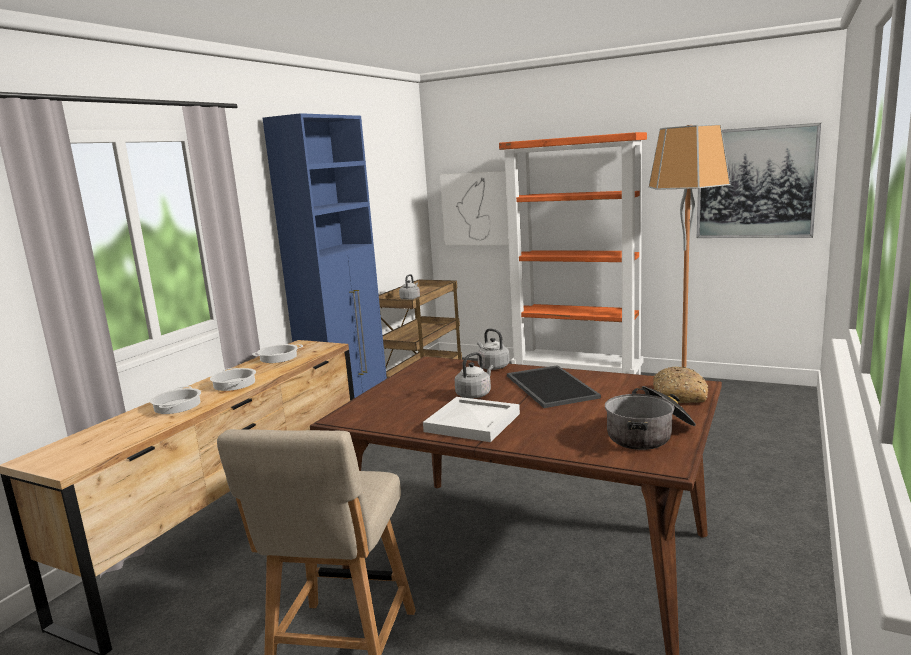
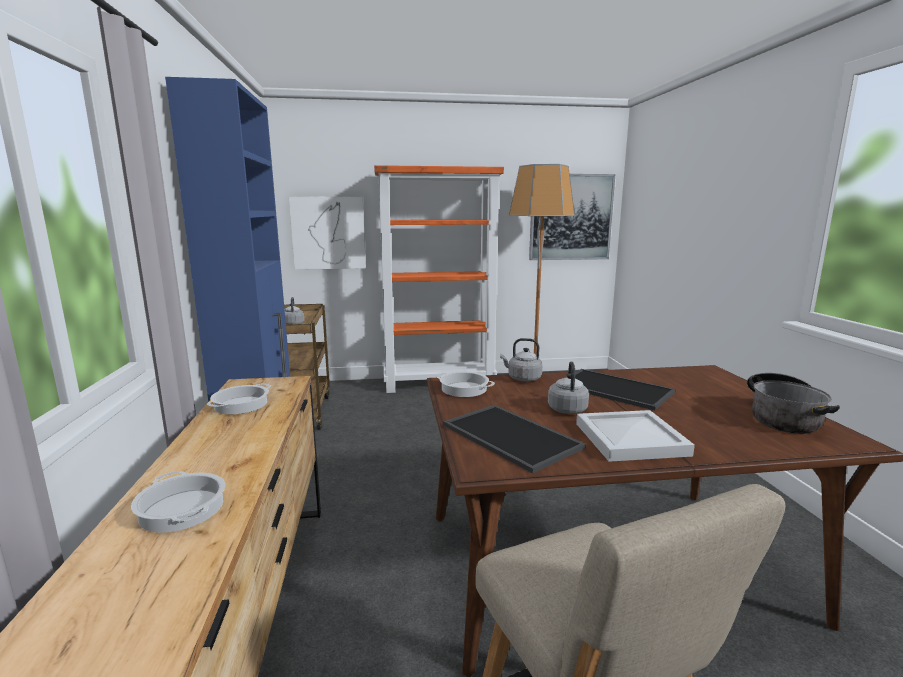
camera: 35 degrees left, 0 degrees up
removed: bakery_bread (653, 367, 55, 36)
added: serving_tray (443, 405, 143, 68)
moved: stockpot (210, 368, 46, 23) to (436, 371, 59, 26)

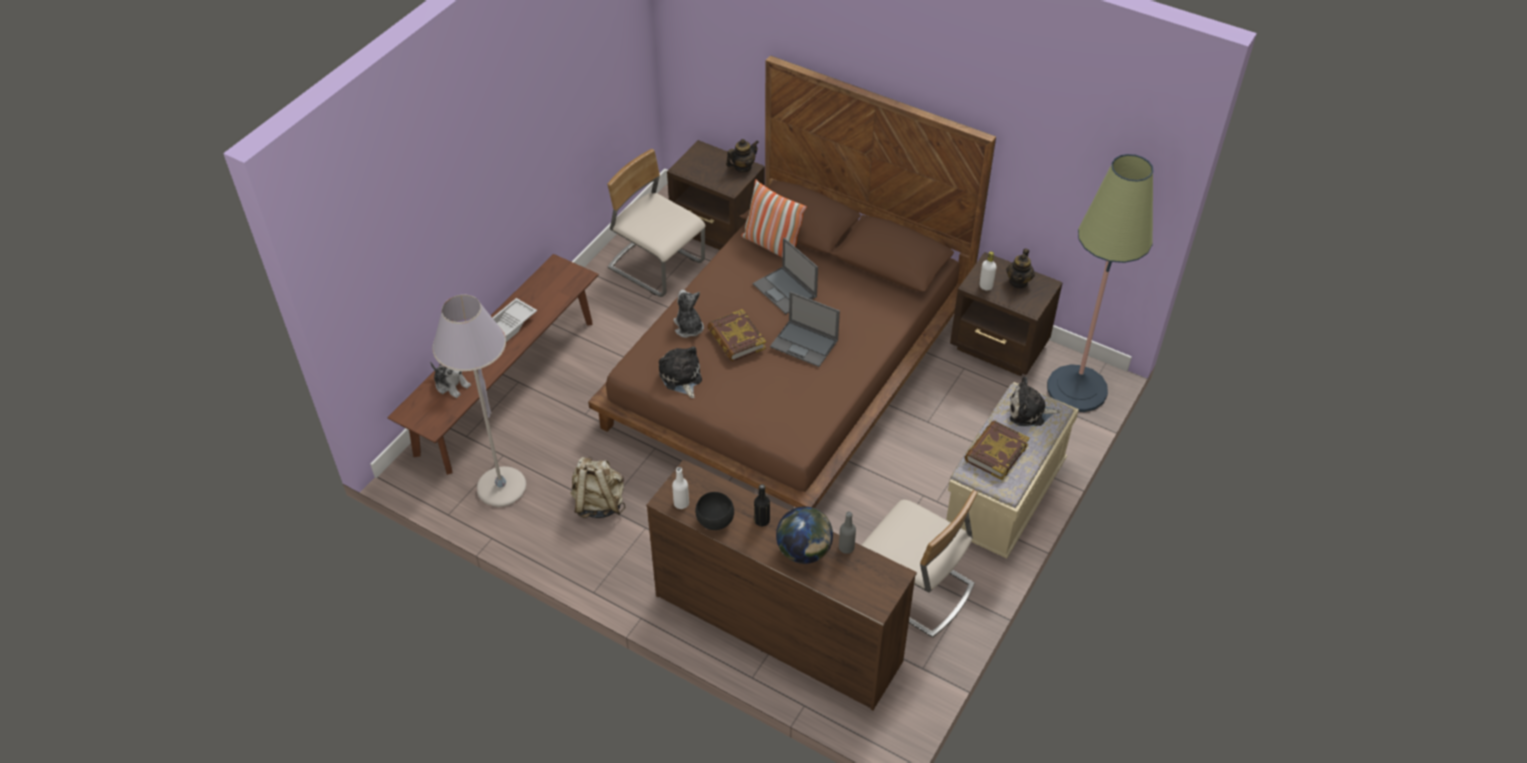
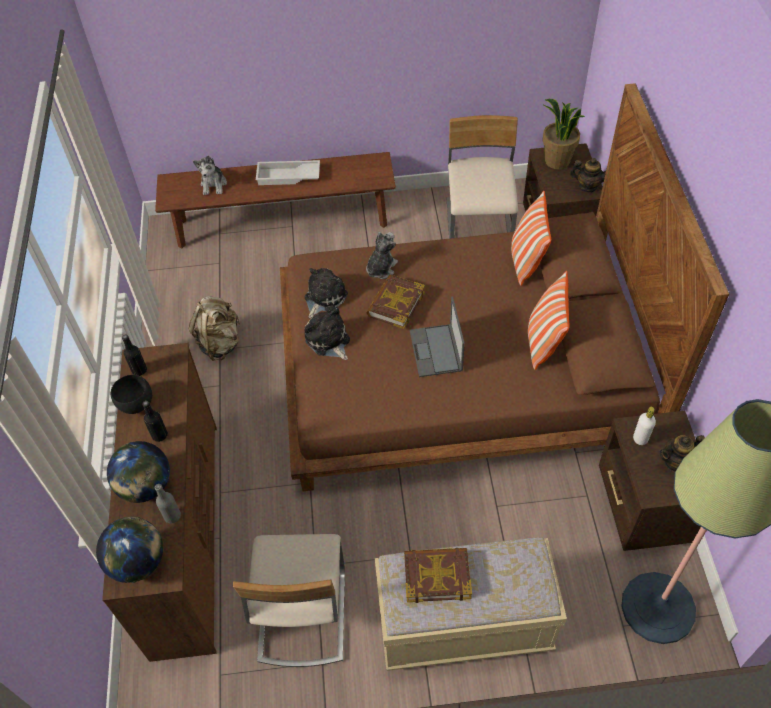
camera: 55 degrees right, 5 degrees up
removed: greyish_standard_lamp (432, 295, 94, 212); notebook_computer (753, 238, 65, 76)
added: world_globe (96, 516, 67, 67); pillow (528, 271, 42, 99); plant_in_a_pot (542, 99, 43, 70)
moved: soft_toy (1010, 377, 50, 49) to (304, 308, 46, 52)
recoloured: white-coloured_drink_bottle (672, 467, 17, 42) to black-coloured_drink_bottle (122, 335, 25, 41)

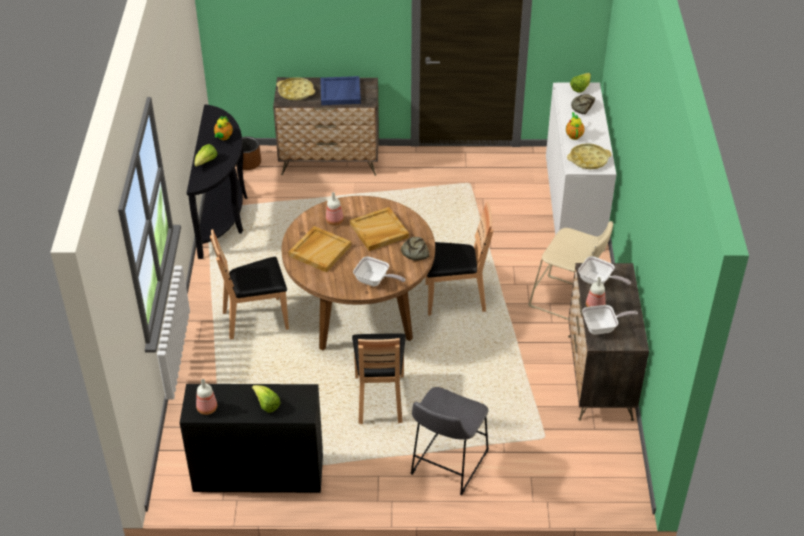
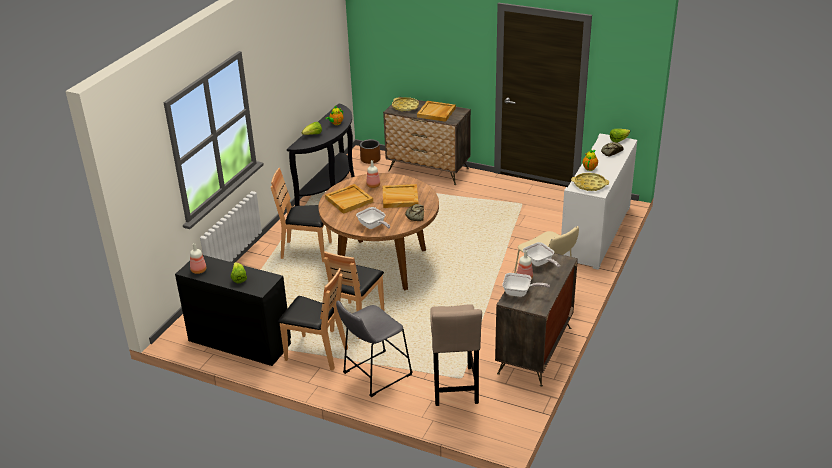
camera: 25 degrees right, 10 degrees down
added: beige_sitting_stool (430, 304, 52, 102)
moved: brownish_upright_chair (425, 202, 68, 113) to (278, 268, 70, 103)
recoloured: blue-coloured_serving_tray (320, 76, 41, 29) to beige_serving_tray (417, 101, 39, 21)

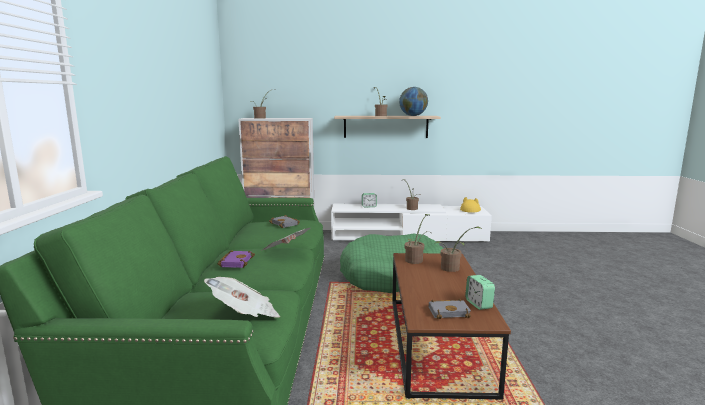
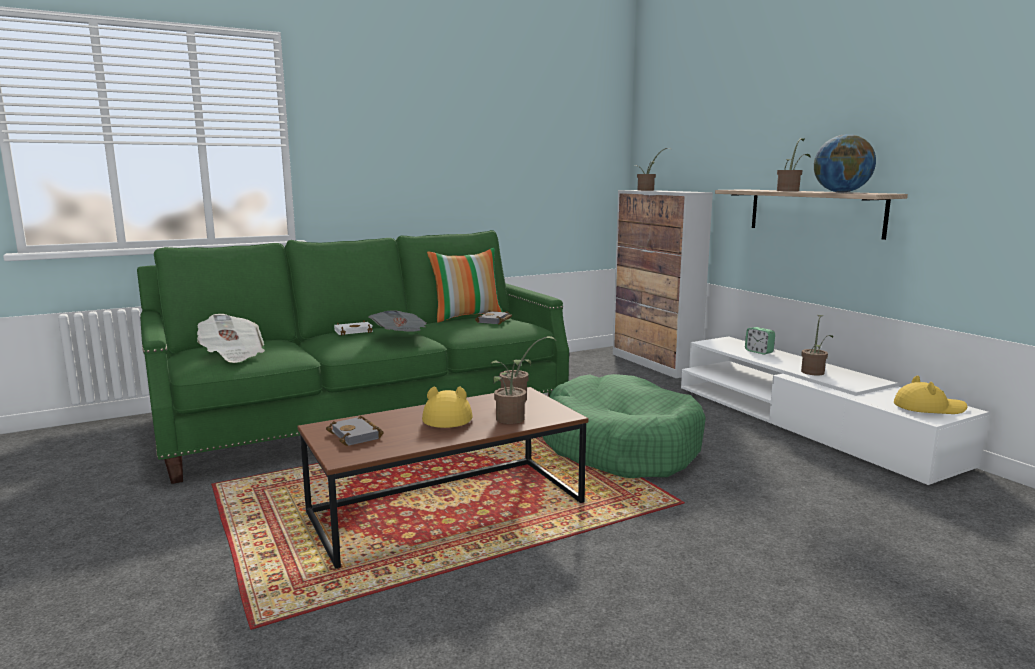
camera: 60 degrees right, 0 degrees up
removed: bedside_clock (465, 275, 30, 35)
added: yellow_wearable_hat (422, 386, 51, 42); pillow (427, 248, 76, 75)
recoloured: purplish_book (218, 250, 37, 18) to white-coloured_book (334, 321, 39, 15)

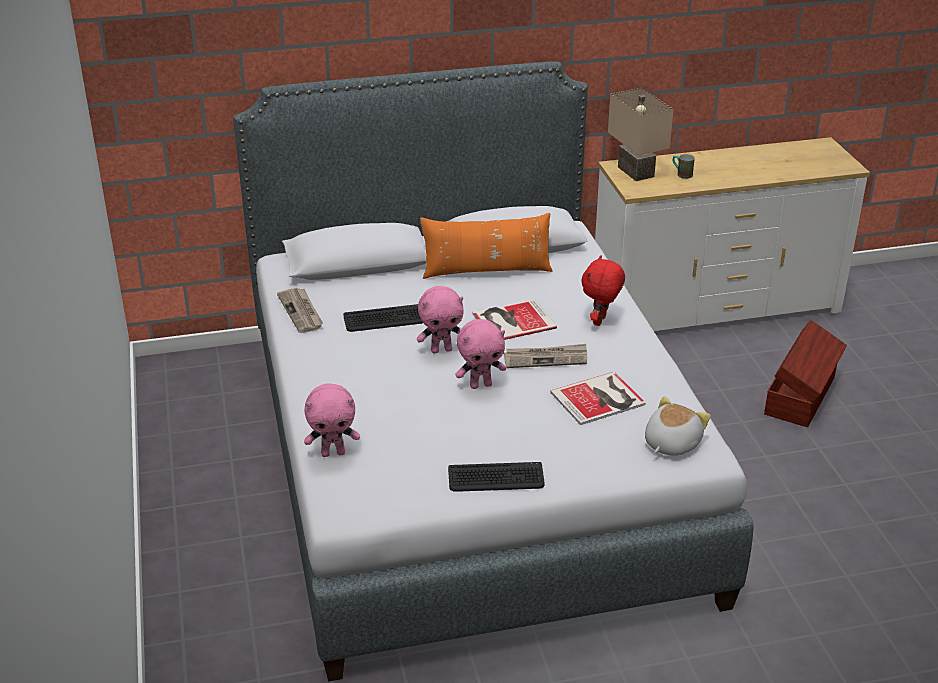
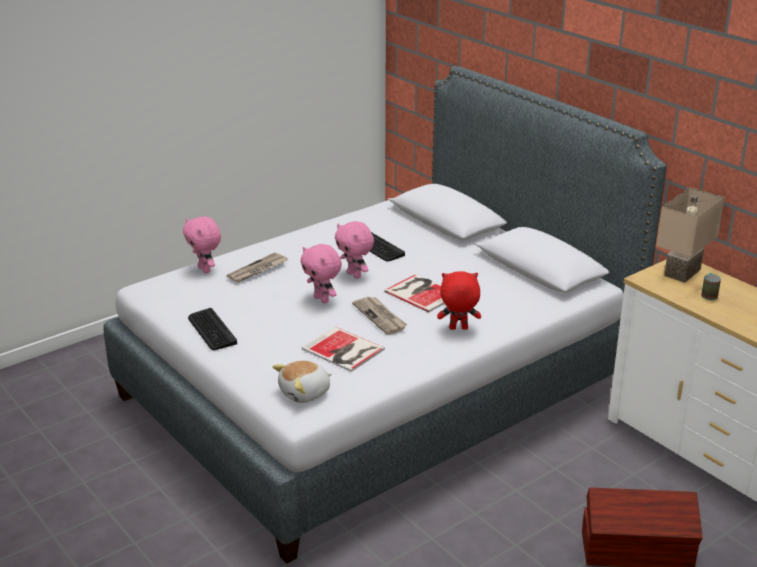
camera: 65 degrees right, 5 degrees down
removed: orange_pillow (420, 213, 132, 66)
moved: newspaper (277, 288, 46, 45) to (227, 253, 60, 30)
turned: soft_toy (645, 396, 66, 60) = (272, 360, 60, 43) 135 degrees clockwise

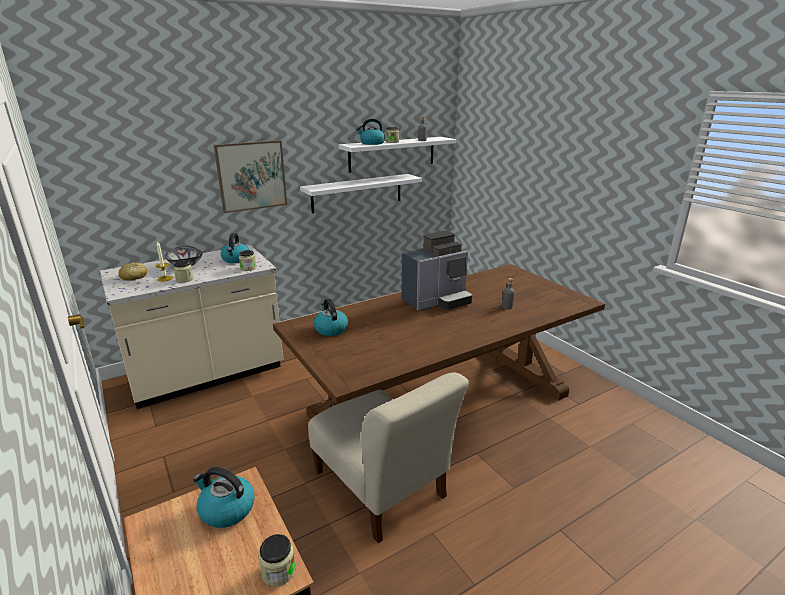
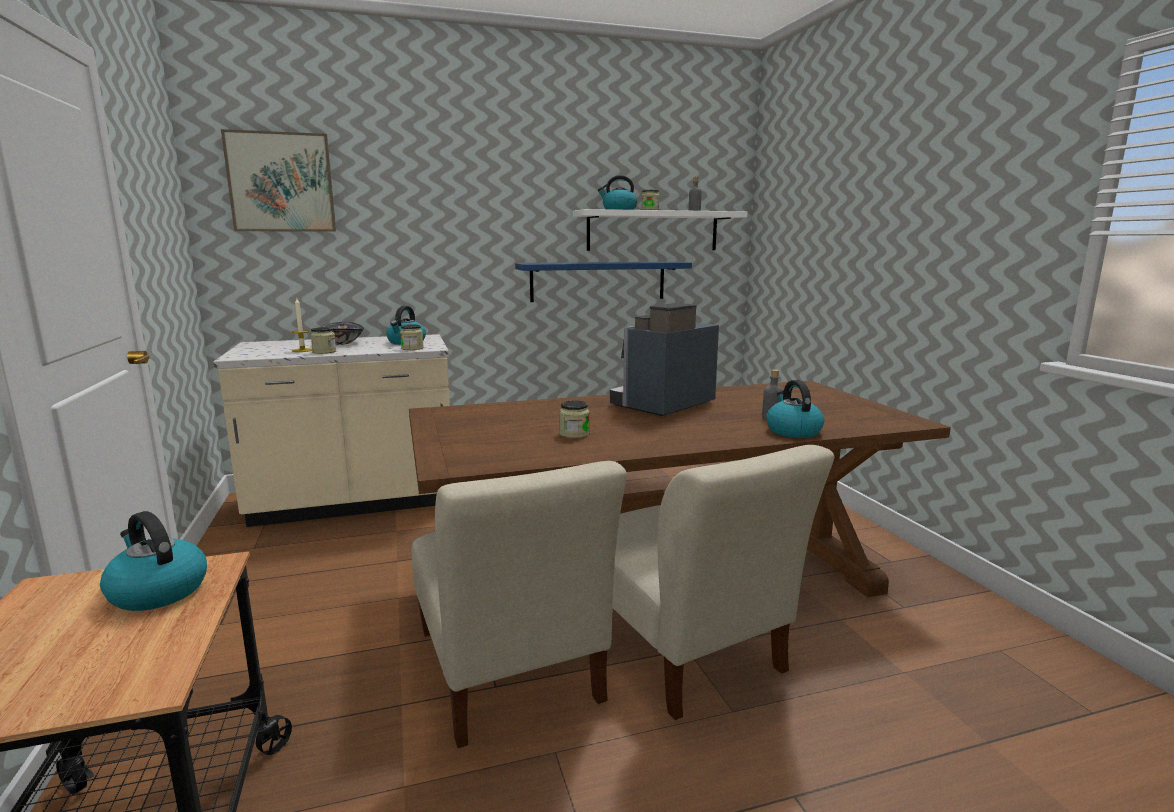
camera: 15 degrees right, 10 degrees down
removed: bakery_bread (119, 262, 28, 19)
added: beige_upright_chair (613, 445, 221, 275)
moved: wall_picture (214, 140, 73, 73) to (221, 129, 115, 103); storage_jar (259, 534, 37, 53) to (559, 400, 30, 38); tea_kettle (313, 298, 35, 38) to (766, 380, 58, 58)
recoloured: white-coloured_bracket_shelf (300, 174, 122, 39) to blue-coloured_bracket_shelf (515, 262, 177, 40)
turned: coffee_brewer (402, 230, 71, 81) = (610, 303, 109, 113) 150 degrees clockwise

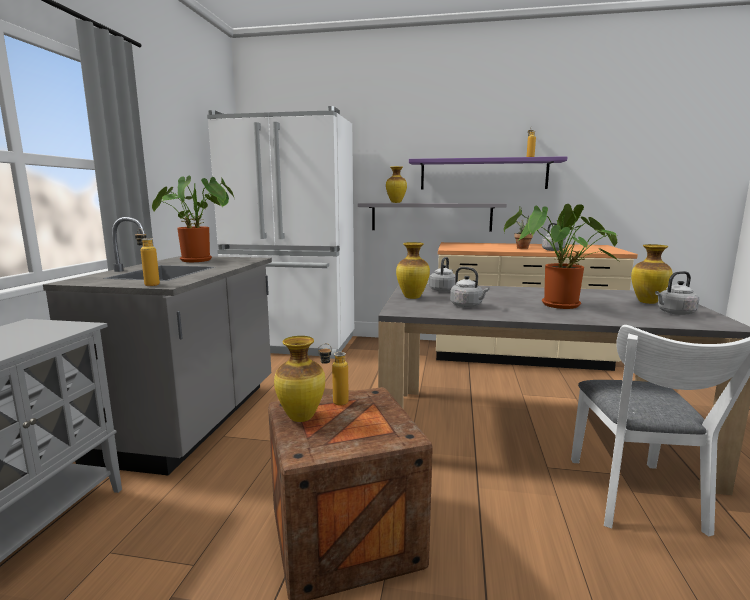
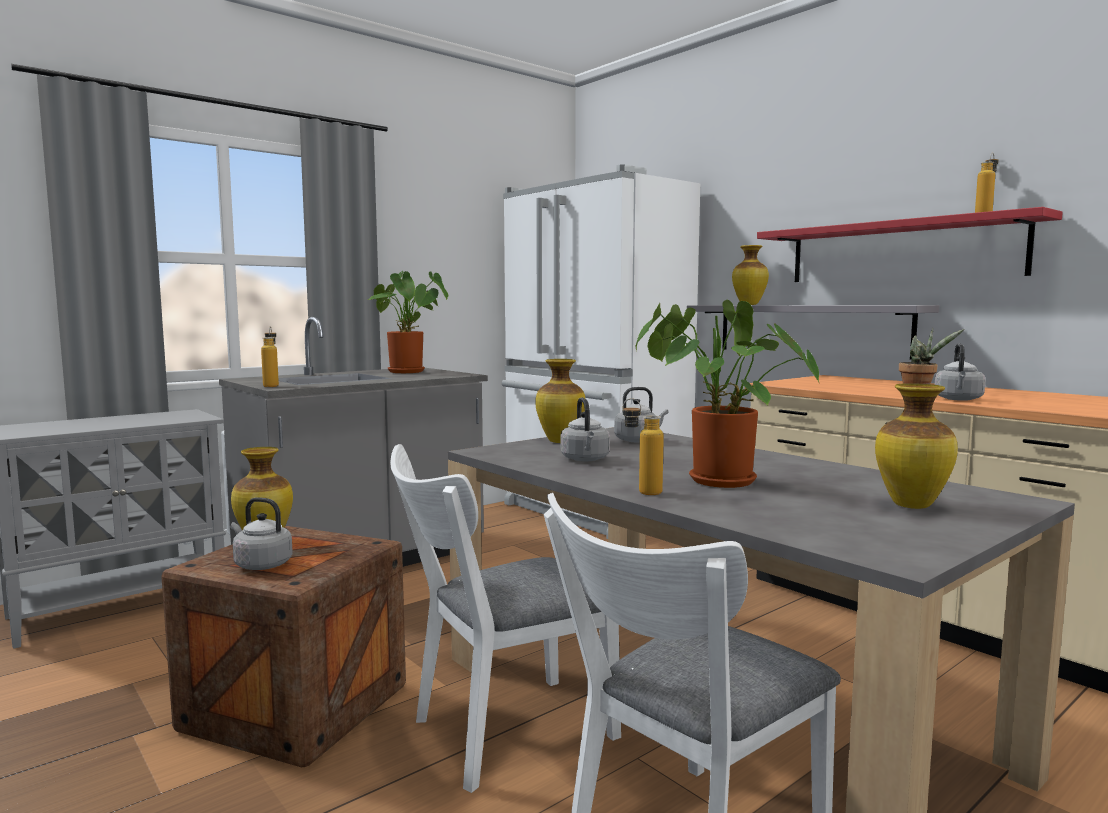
camera: 40 degrees right, 5 degrees down
added: white-coloured_upright_chair (390, 444, 231, 349)
moved: drink_bottle (318, 343, 31, 63) to (622, 398, 42, 97); greyish_tea_kettle (655, 271, 44, 44) to (231, 497, 62, 73)
recoloured: purplish_bracket_shelf (409, 156, 158, 33) to reddish_bracket_shelf (757, 207, 306, 75)

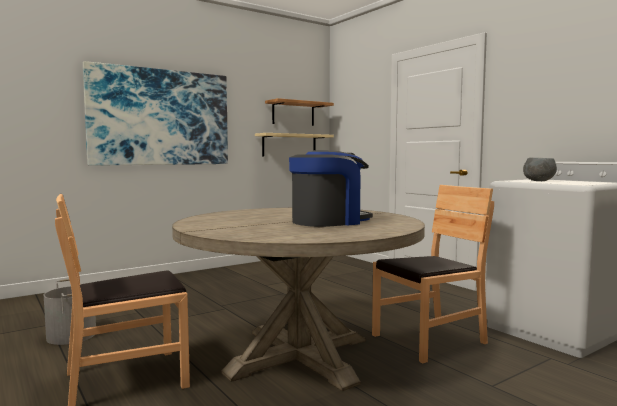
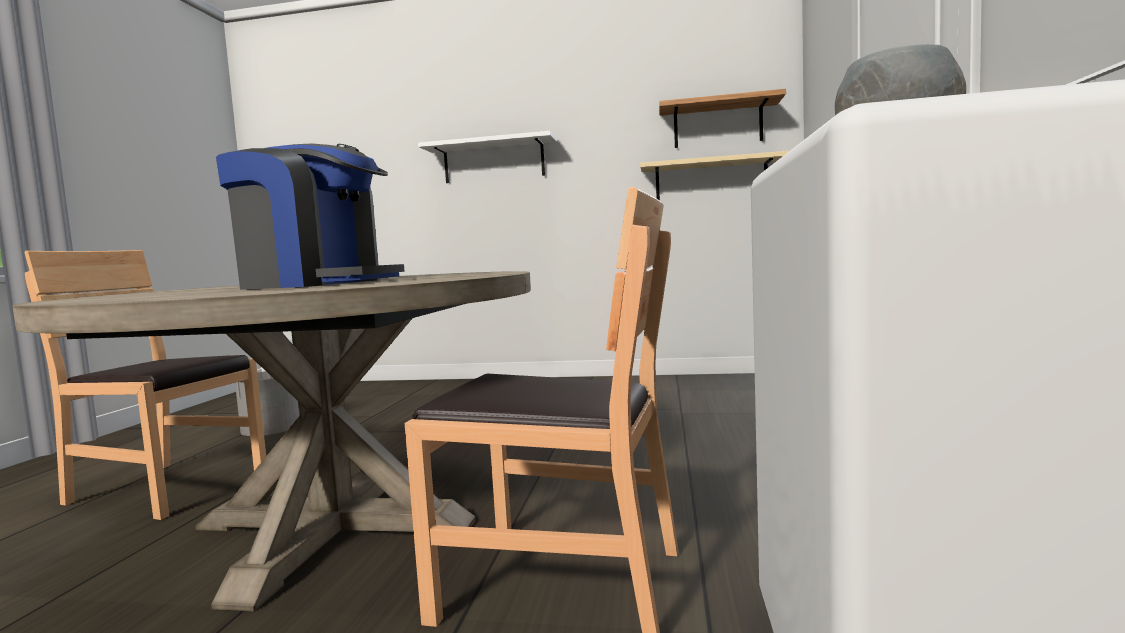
camera: 45 degrees right, 0 degrees up
replaced: wall_picture (83, 61, 145, 105) to white-coloured_bracket_shelf (418, 131, 139, 52)

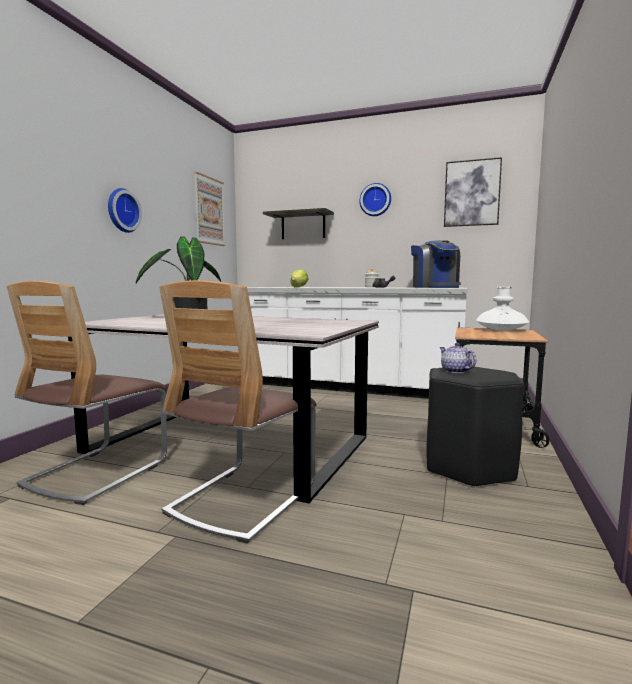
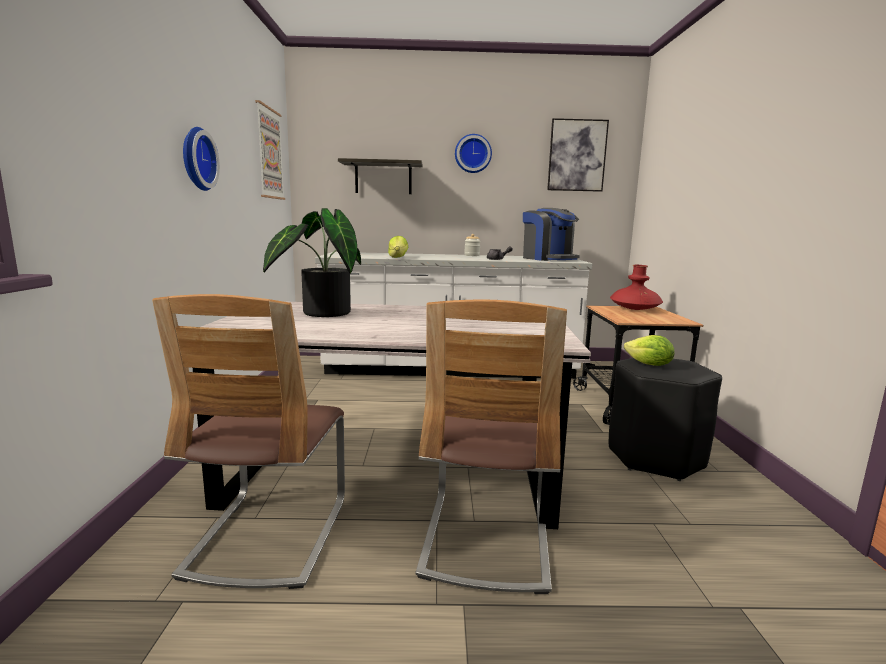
camera: 20 degrees left, 5 degrees up
replaced: tea_pot (439, 343, 37, 30) to lettuce_head (624, 335, 51, 31)
recoloured: white-coloured_flower_vase (476, 287, 53, 44) to reddish_flower_vase (610, 265, 53, 45)

